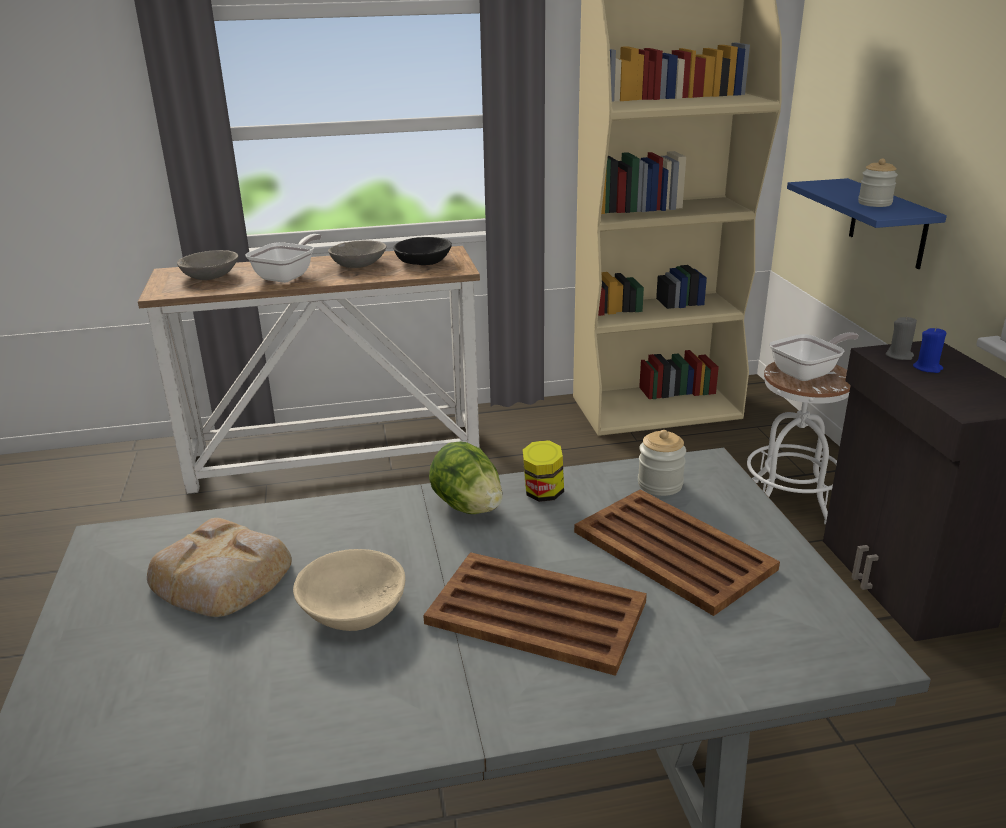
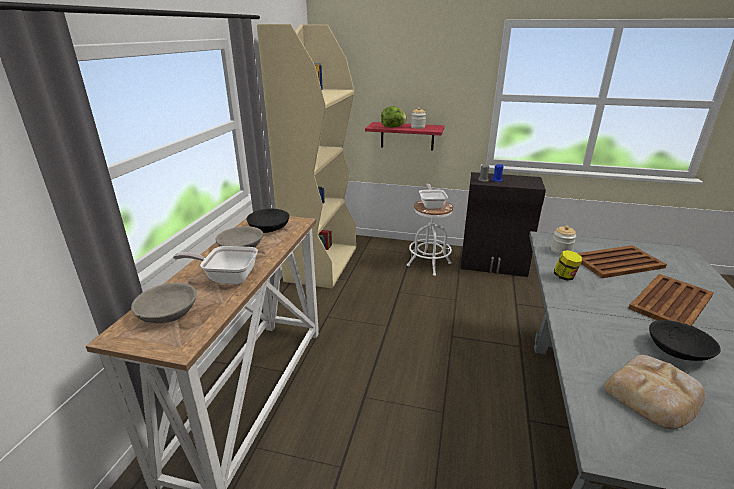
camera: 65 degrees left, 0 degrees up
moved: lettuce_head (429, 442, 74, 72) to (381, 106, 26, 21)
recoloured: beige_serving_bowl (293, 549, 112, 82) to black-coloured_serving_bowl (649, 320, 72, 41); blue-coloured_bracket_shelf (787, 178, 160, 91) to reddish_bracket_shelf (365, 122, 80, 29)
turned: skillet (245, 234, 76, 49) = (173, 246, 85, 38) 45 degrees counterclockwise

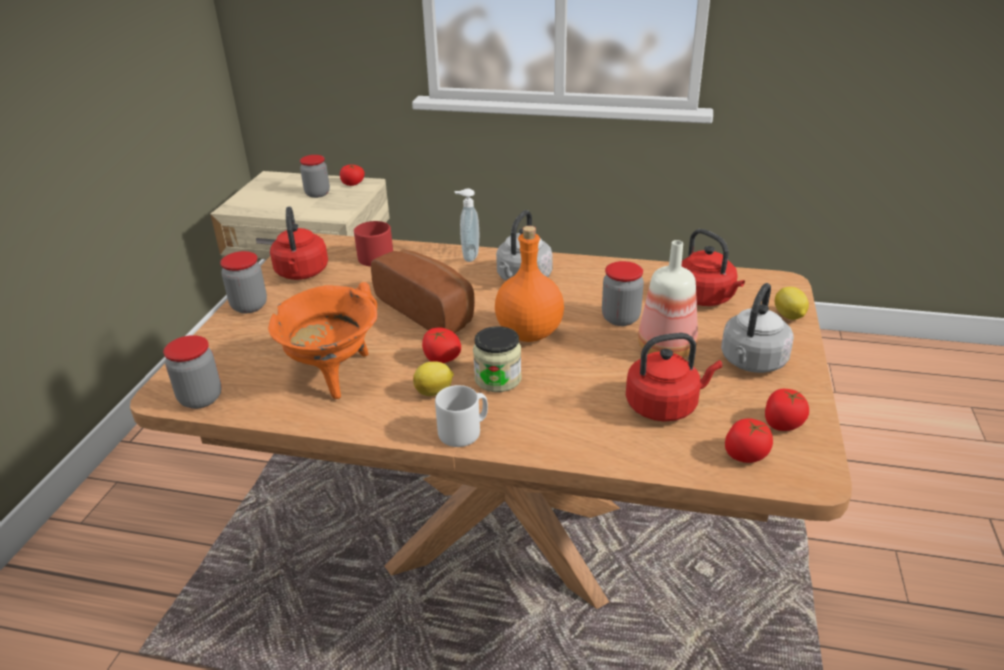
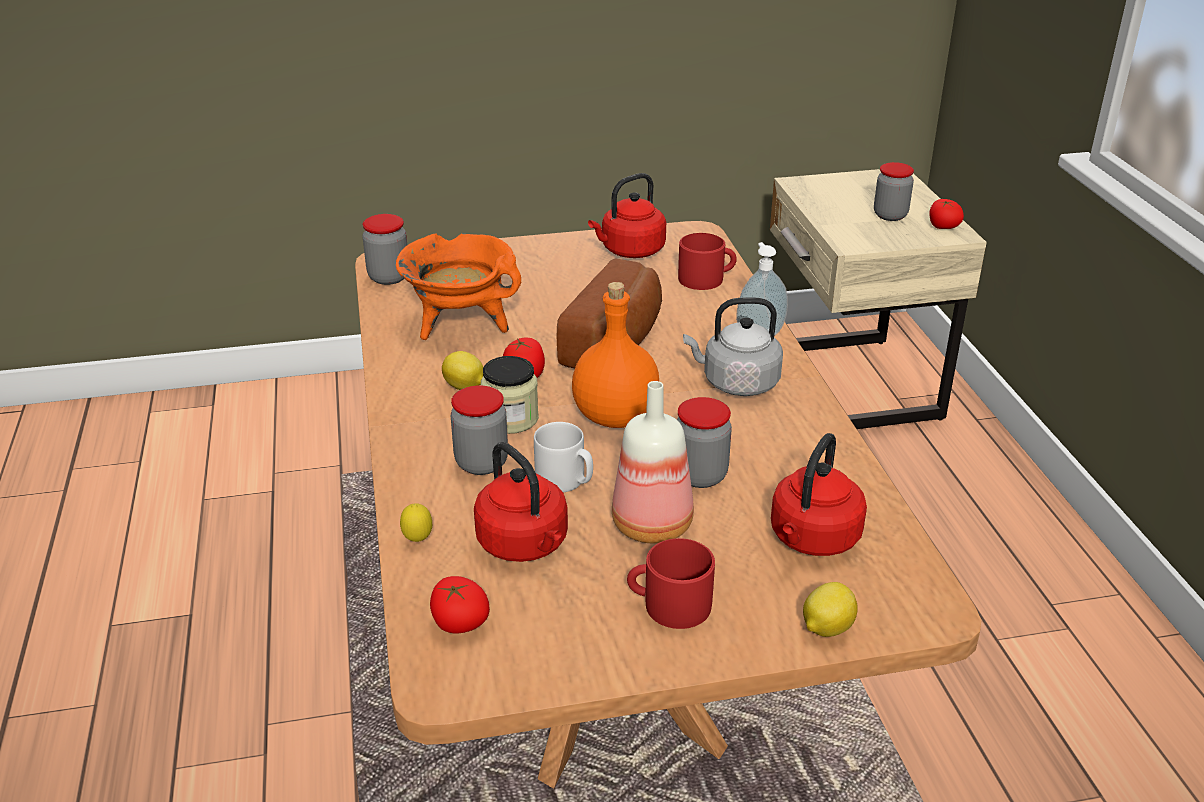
camera: 65 degrees right, 0 degrees up
removed: whole_tomato (765, 389, 44, 42)
added: citrus_fruit (400, 503, 32, 39)
moved: storage_jar (220, 251, 47, 62) to (451, 385, 57, 90); greyish_coffee_mug (435, 385, 53, 62) to (534, 422, 59, 70)
replaced: greyish_tea_kettle (721, 283, 73, 90) to reddish_coffee_mug (627, 538, 88, 91)

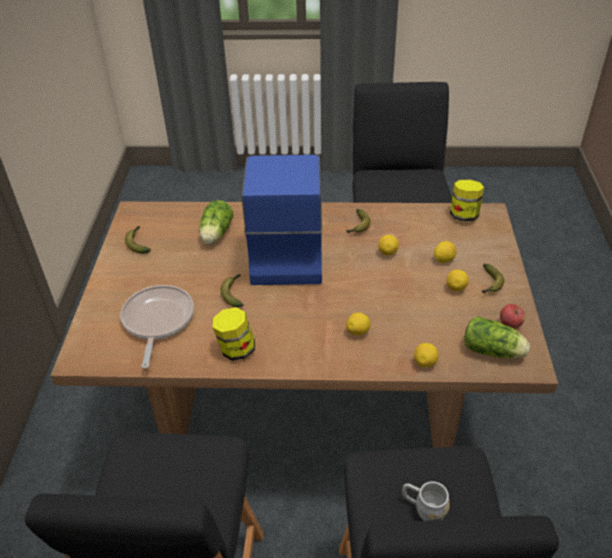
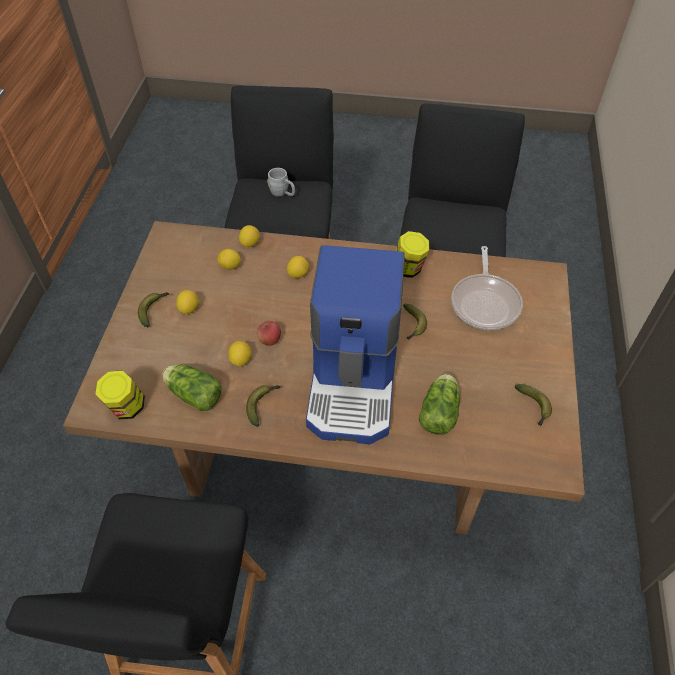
camera: 175 degrees left, 10 degrees up
moved: citrus_fruit (434, 241, 23, 22) to (217, 249, 24, 21); lettuce_head (464, 316, 66, 42) to (162, 365, 60, 46); apple_fruit (500, 304, 25, 25) to (257, 321, 24, 25)

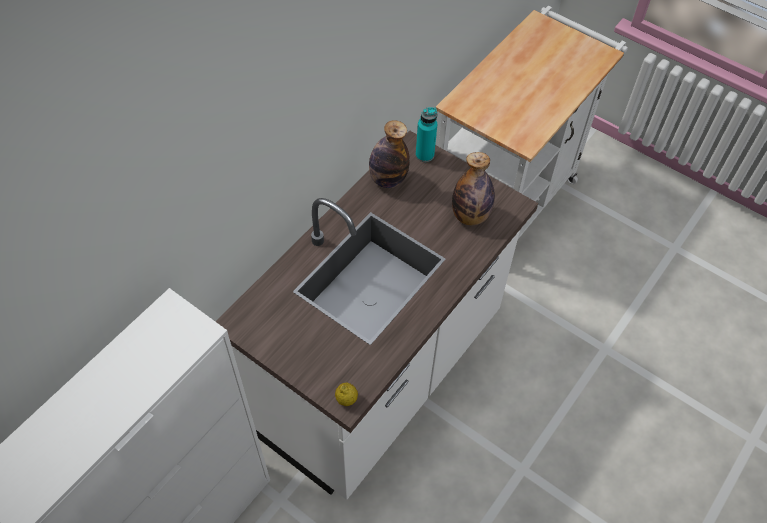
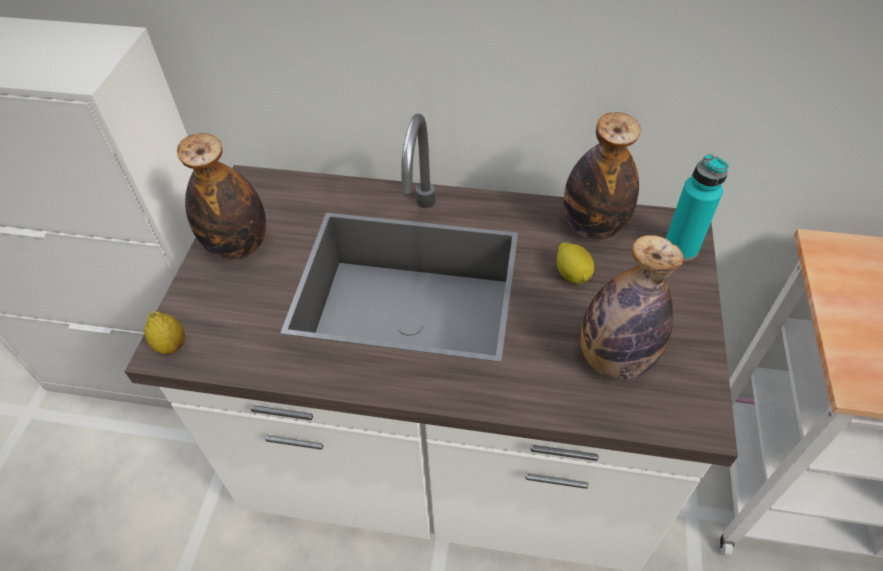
camera: 65 degrees right, 5 degrees down
added: drink_bottle (177, 133, 89, 126); citrus_fruit (556, 242, 38, 42)

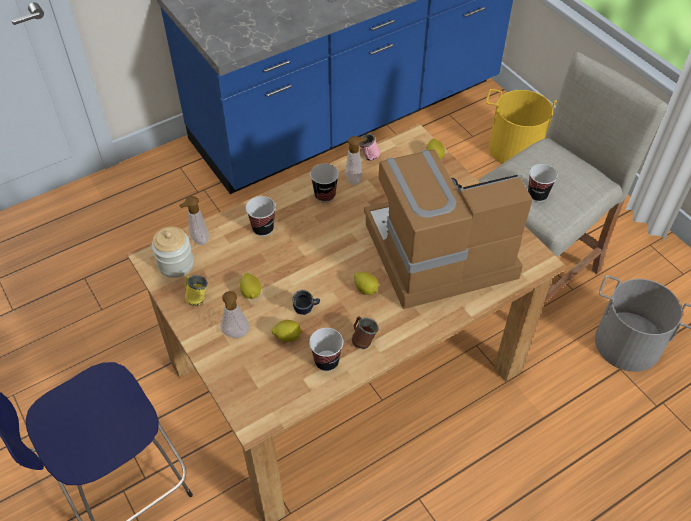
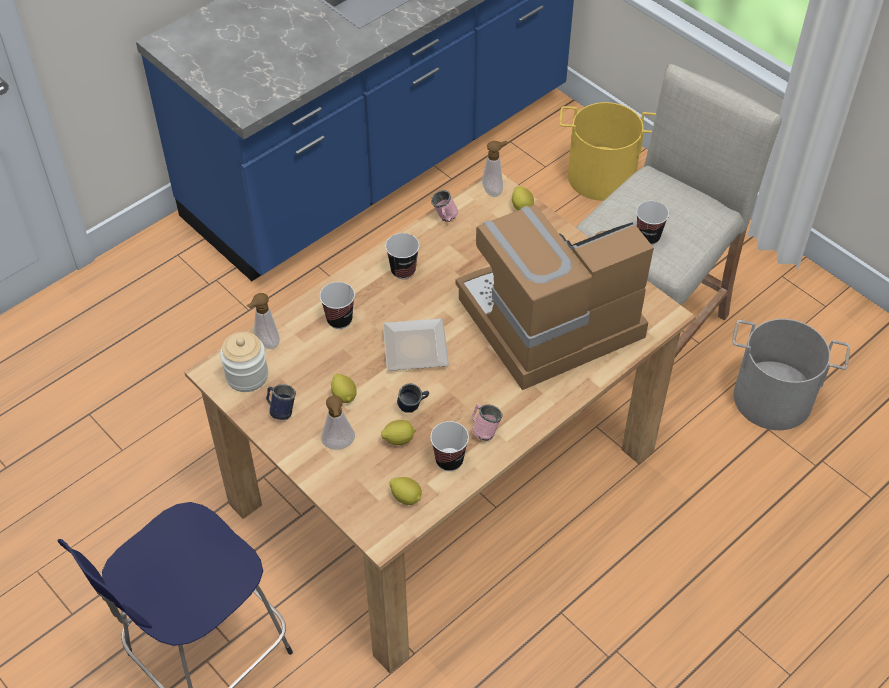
camera: 10 degrees left, 0 degrees up
added: plate (383, 318, 66, 53)
moved: soap_bottle (345, 136, 22, 49) to (482, 141, 26, 56); citrus_fruit (354, 272, 25, 23) to (389, 477, 33, 28)
recoloured: yellow_coffee_mug (185, 275, 23, 31) to blue-coloured_coffee_mug (266, 384, 30, 36); brownish_coffee_mug (352, 317, 27, 32) to pink-coloured_coffee_mug (472, 404, 31, 37)

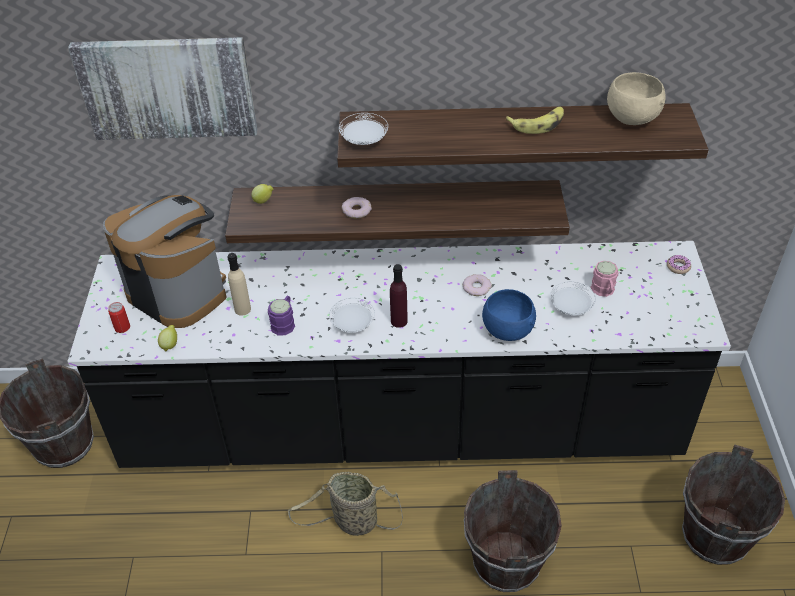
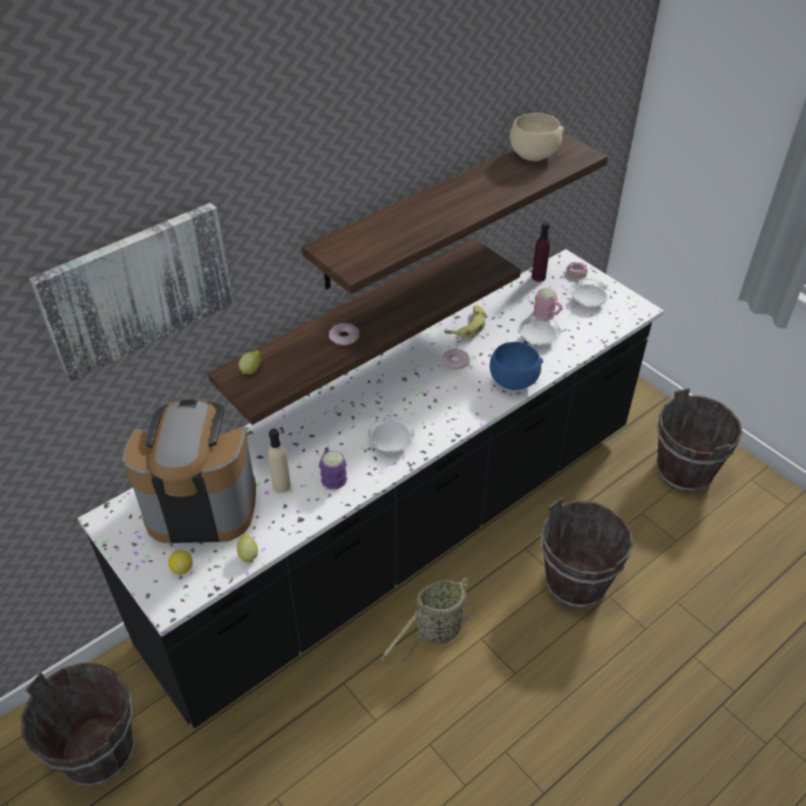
camera: 40 degrees left, 0 degrees up
moved: white-coloured_plate (339, 113, 49, 32) to (570, 279, 41, 27); purplish_drink_bottle (390, 264, 18, 64) to (532, 222, 18, 60); whole_banana (505, 107, 59, 27) to (448, 305, 37, 33)
replaced: metal_can (108, 302, 22, 31) to citrus_fruit (168, 550, 25, 25)

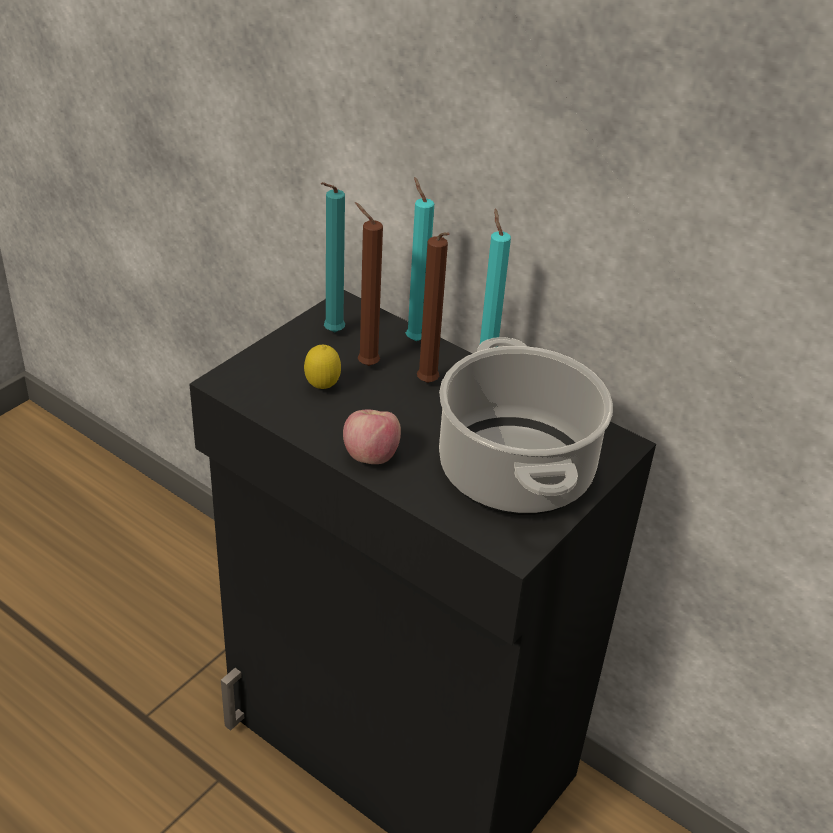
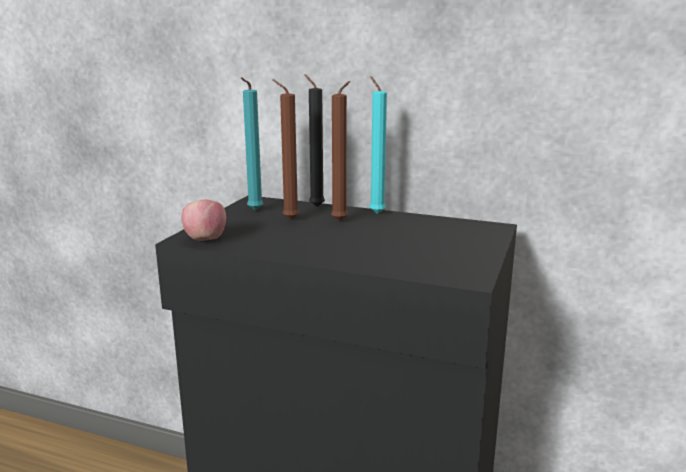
camera: 15 degrees left, 20 degrees down
removed: citrus_fruit (304, 345, 37, 44); stockpot (439, 337, 174, 178)
moved: apple_fruit (343, 410, 58, 54) to (181, 199, 45, 42)
recoloured: turquoise_wax_candle (406, 177, 28, 164) to black-coloured_wax_candle (304, 74, 21, 133)

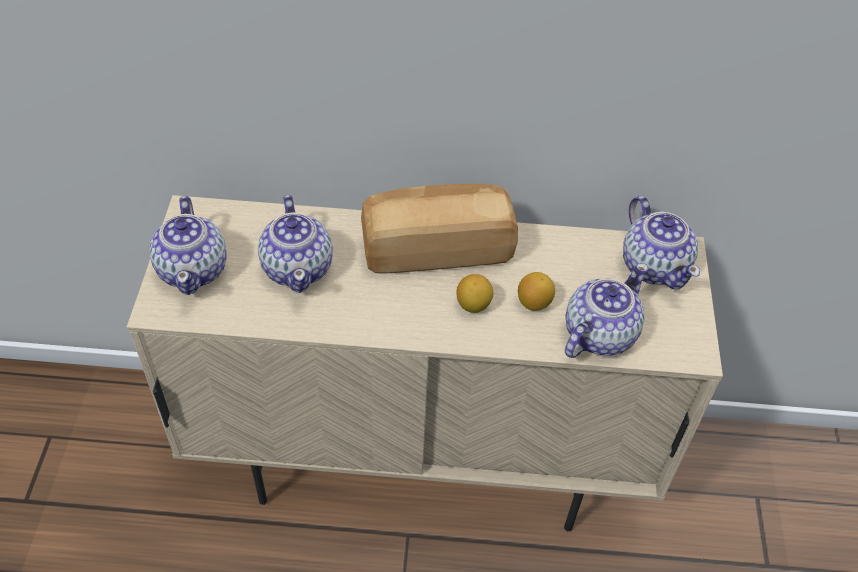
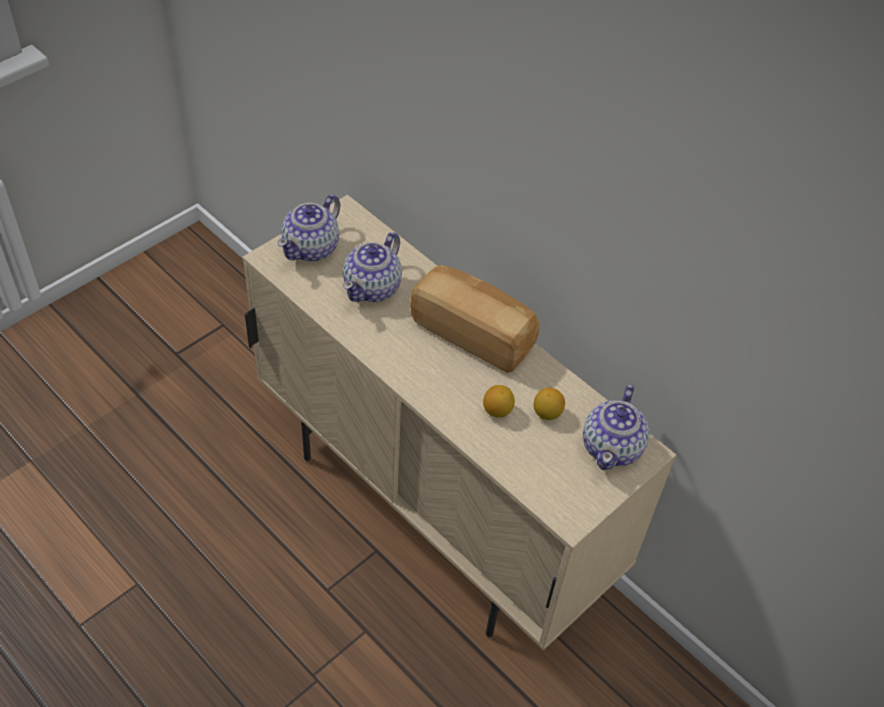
camera: 40 degrees right, 0 degrees up
removed: tea_pot (565, 263, 83, 95)
moved: citrus_fruit (456, 274, 37, 39) to (534, 388, 31, 32)

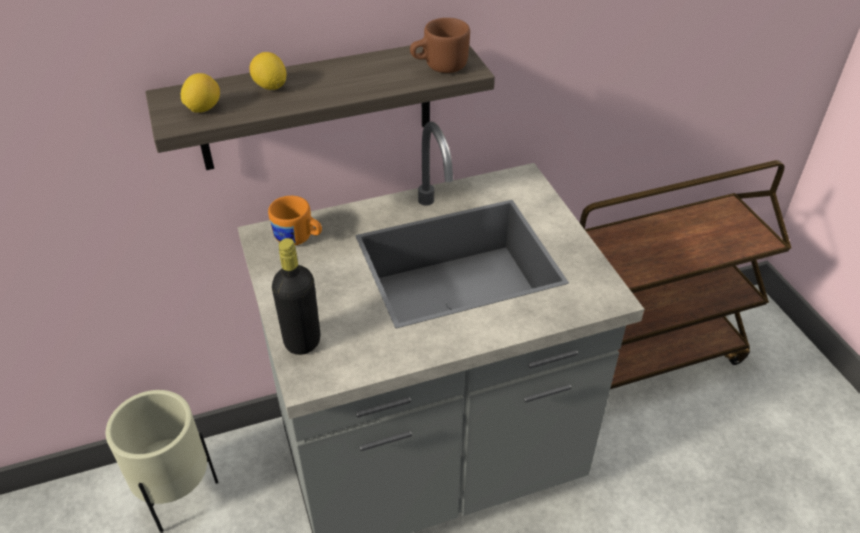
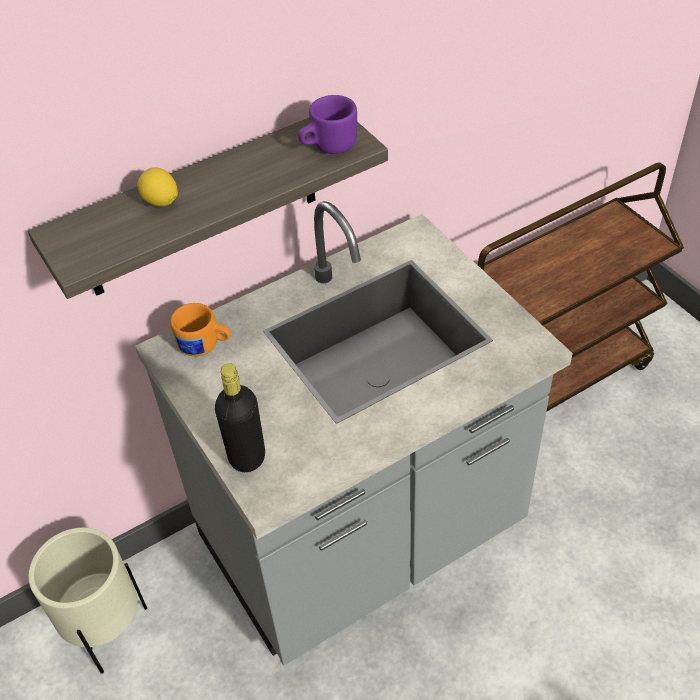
camera: 10 degrees left, 5 degrees up
removed: citrus_fruit (181, 73, 39, 40)
recoloured: brownish_coffee_mug (410, 18, 60, 55) to purplish_coffee_mug (298, 95, 59, 59)

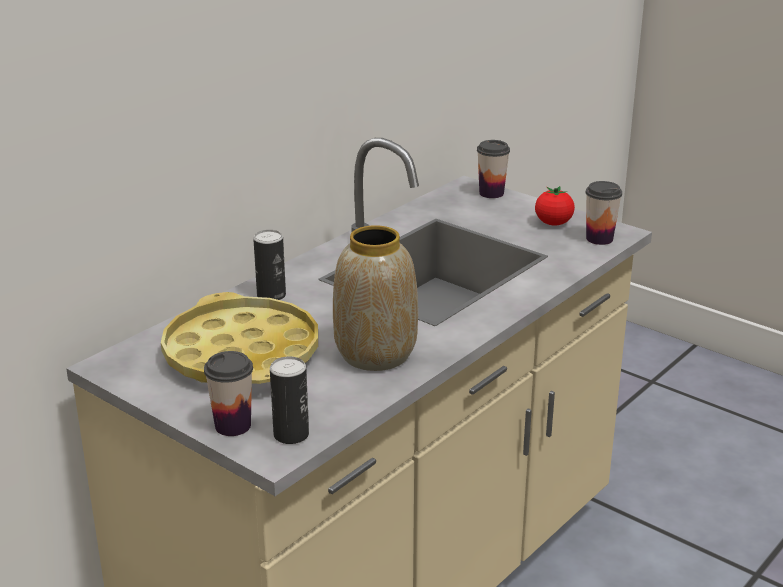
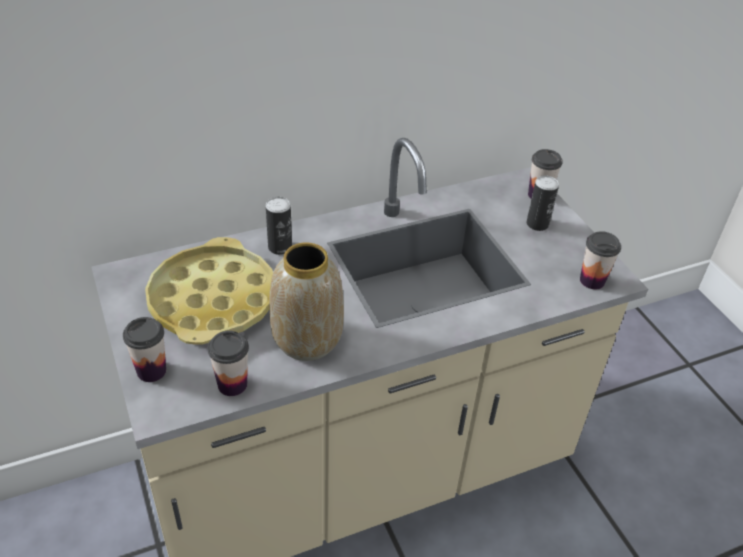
camera: 25 degrees right, 15 degrees up
removed: whole_tomato (535, 186, 40, 40)
added: drinking_cup (208, 331, 41, 65)
moved: metal_can (270, 356, 39, 88) to (526, 175, 33, 56)

